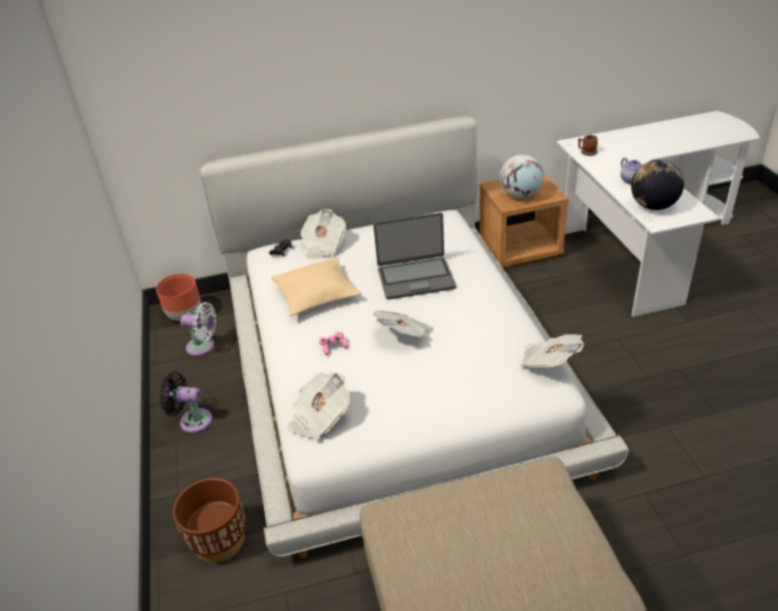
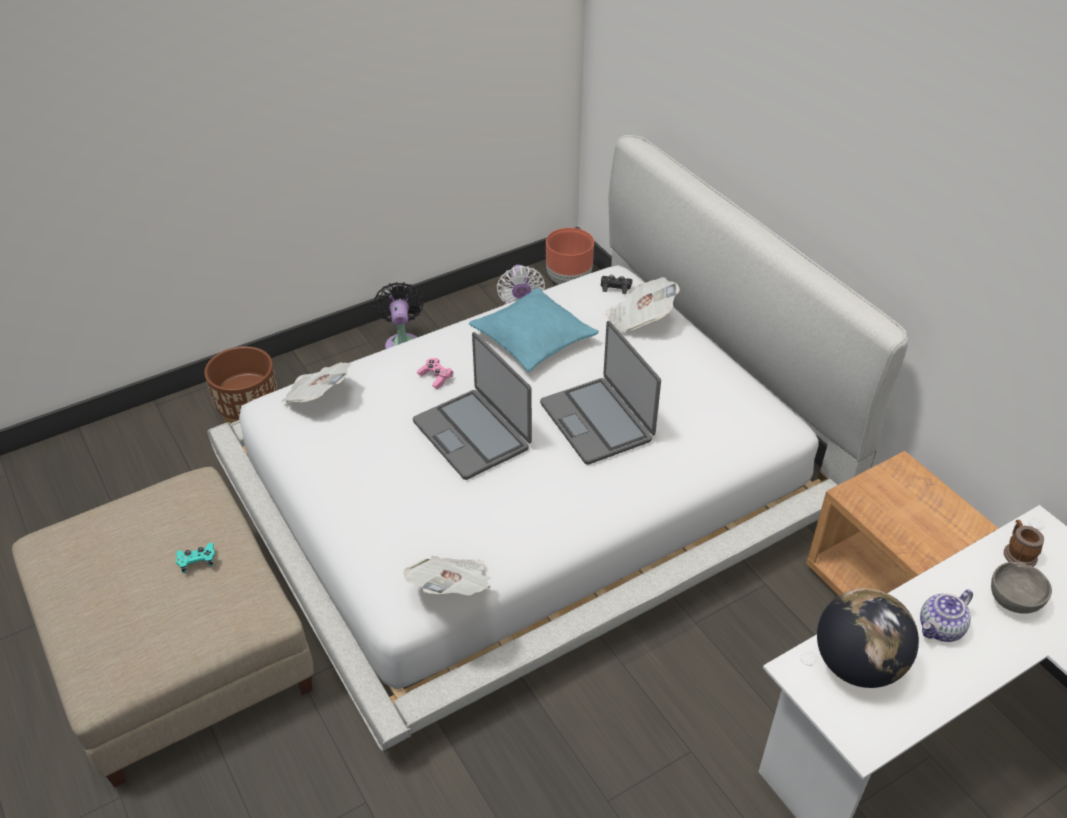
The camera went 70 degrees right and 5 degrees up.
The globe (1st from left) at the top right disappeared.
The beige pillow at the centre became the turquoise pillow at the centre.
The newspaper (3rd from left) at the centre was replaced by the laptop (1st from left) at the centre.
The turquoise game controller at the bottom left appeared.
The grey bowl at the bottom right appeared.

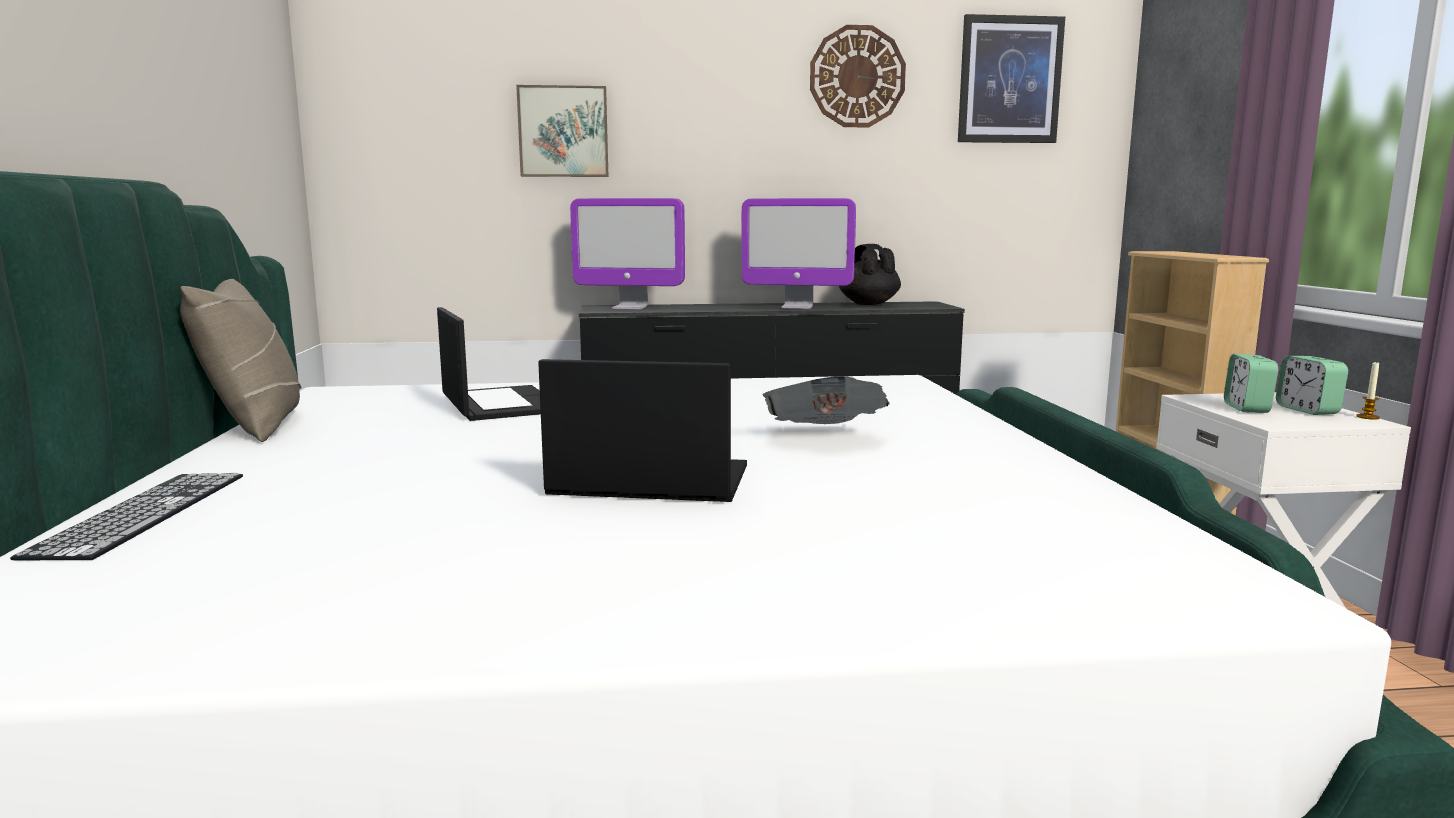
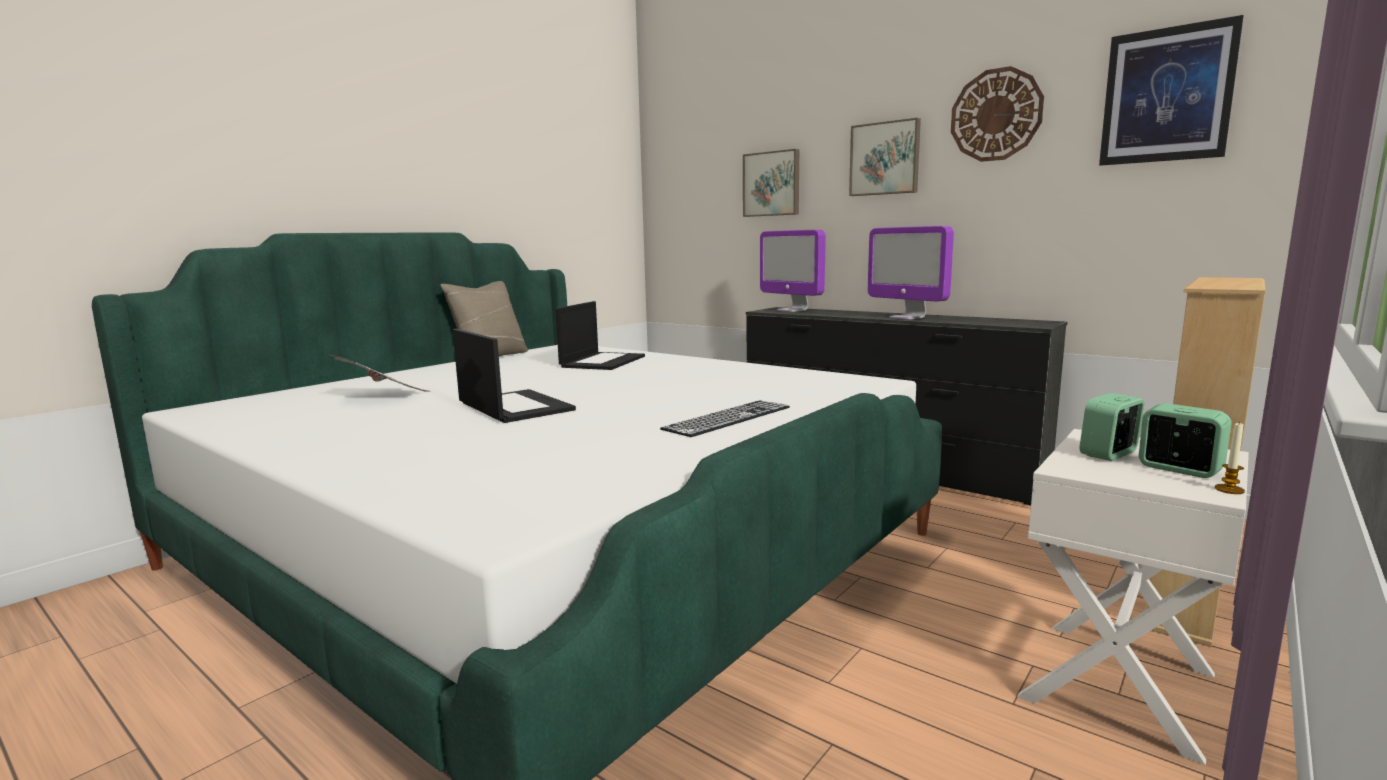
The camera went 45 degrees right and 0 degrees up.
The black teapot at the centre disappeared.
The alarm clock (2nd from left) at the middle right turned 105 degrees clockwise.
The newspaper moved from the centre to the middle left.
The keyboard moved from the middle left to the centre.
The picture (2nd from left) at the top centre appeared.

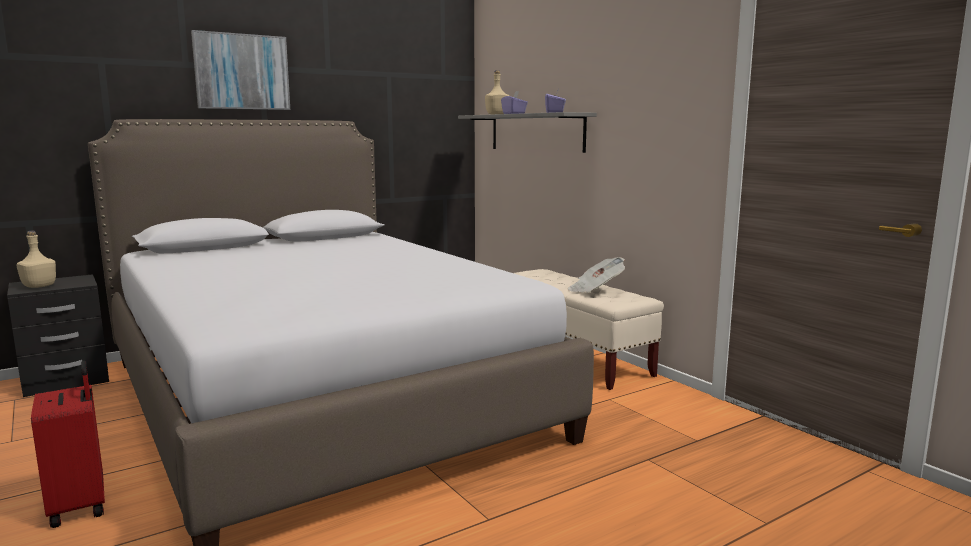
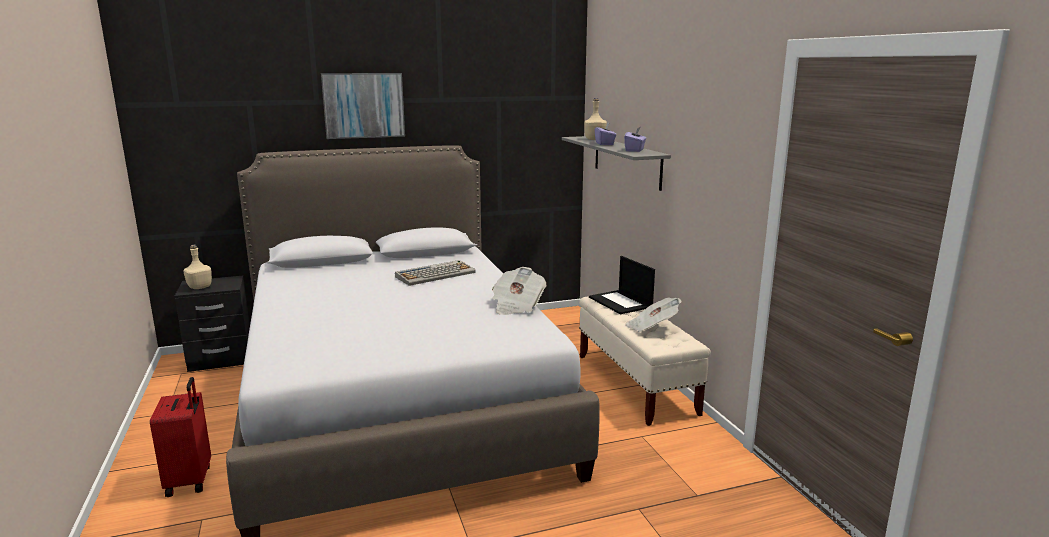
The camera went 15 degrees right and 5 degrees up.
The laptop at the centre appeared.
The keyboard at the centre appeared.
The newspaper (1st from left) at the centre appeared.

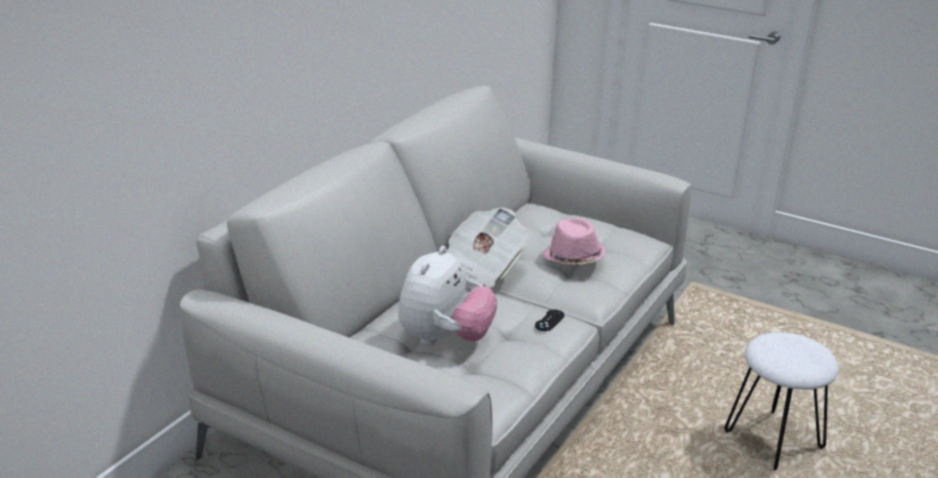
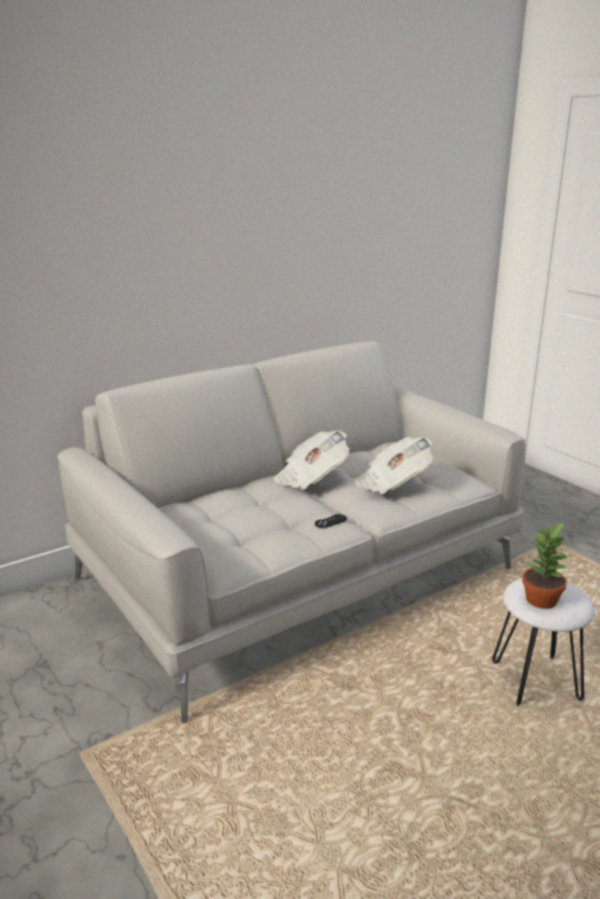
The camera went 25 degrees right and 5 degrees down.
The pink hat at the centre was replaced by the newspaper (2nd from left) at the centre.
The plush toy at the centre disappeared.
The potted plant at the middle right appeared.

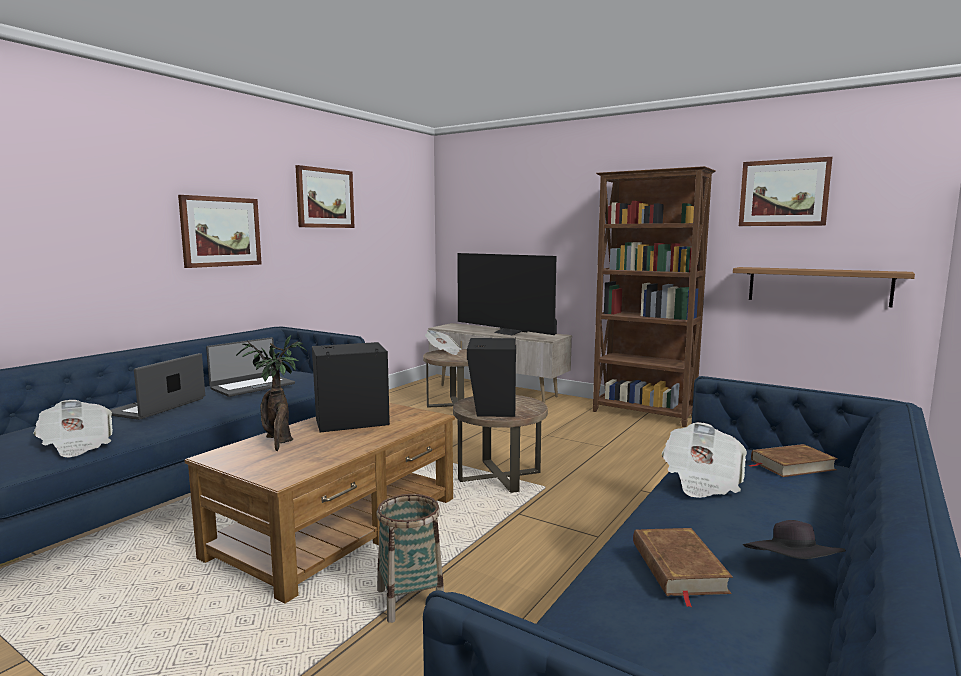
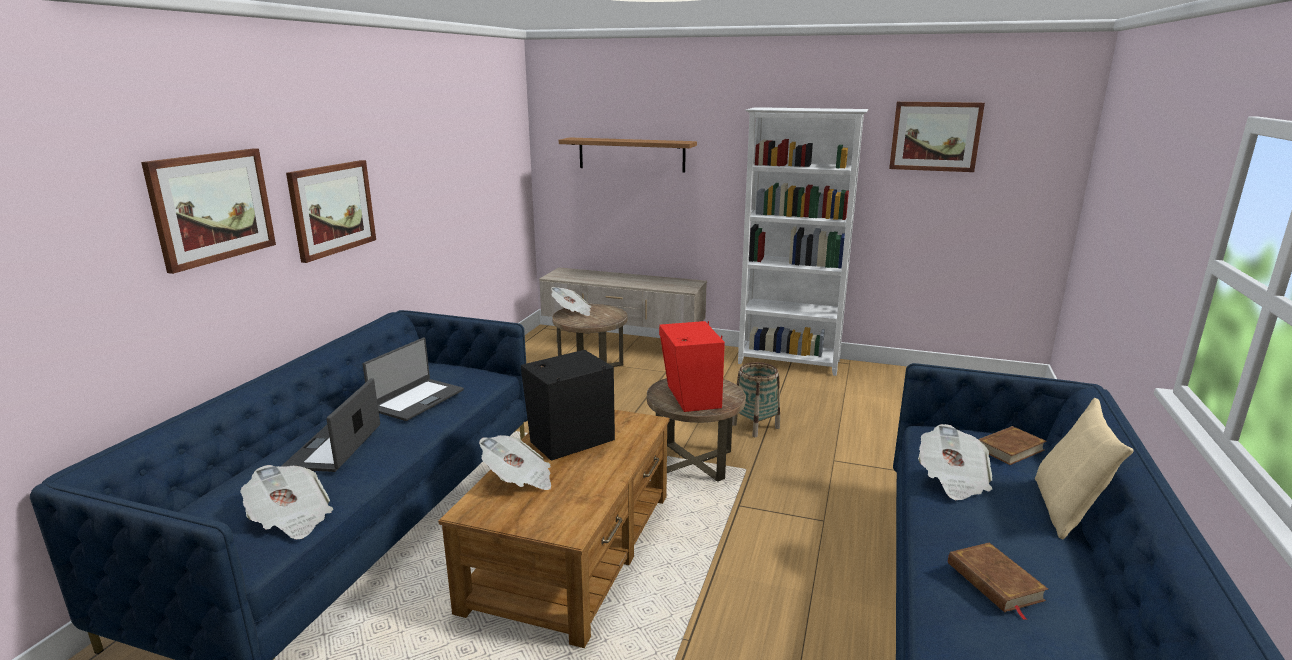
The camera went 15 degrees left and 10 degrees up.
The picture (2nd from left in the first image) moved from the top centre to the top left.
The brown bookcase at the middle right became the white bookcase at the centre.
The television at the centre disappeared.
The shelf moved from the middle right to the top centre.
The potted plant at the middle left was replaced by the newspaper (2nd from left) at the bottom centre.
The black speaker (2nd from left) at the centre became the red speaker at the centre.
The basket moved from the bottom centre to the centre.
The black hat at the bottom right disappeared.
The beige pillow at the bottom right appeared.

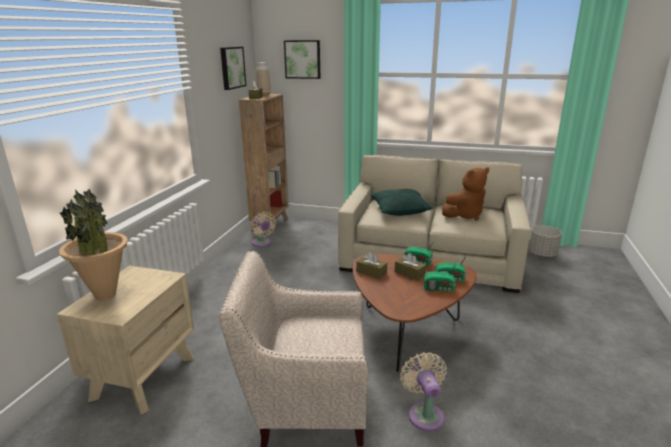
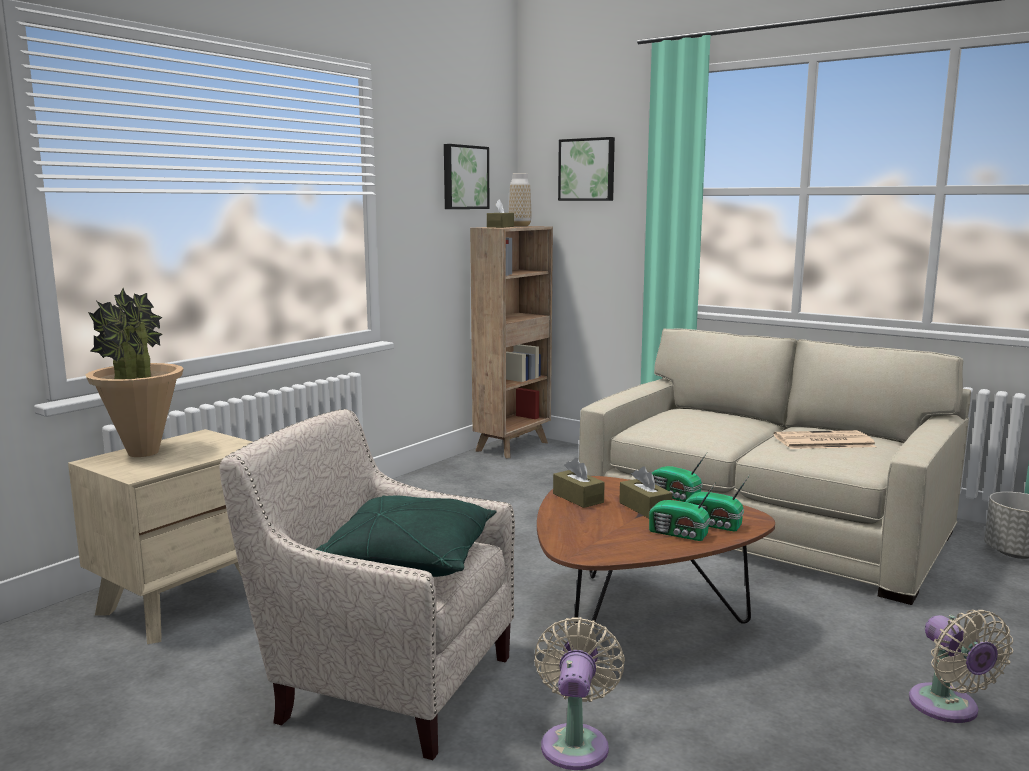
The camera went 20 degrees right and 10 degrees down.
The brown plush toy at the middle right was replaced by the newspaper at the middle right.
The green pillow moved from the centre to the bottom centre.
The beige fan (1st from left in the first image) moved from the centre to the bottom right.

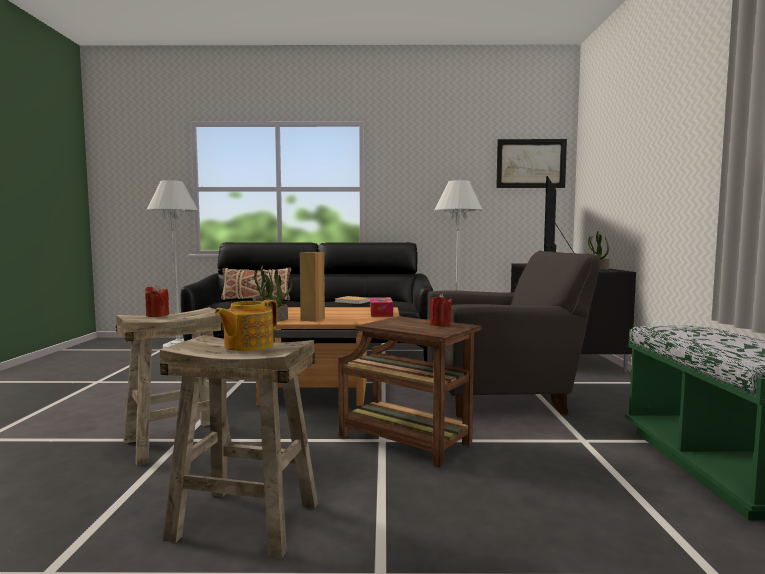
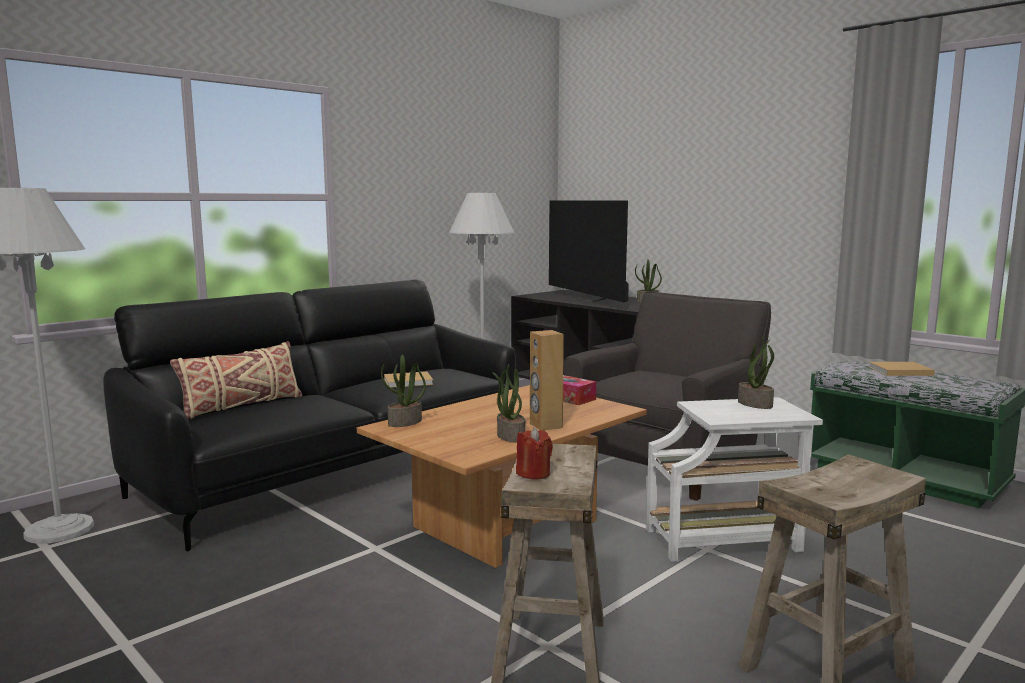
The camera went 45 degrees left and 5 degrees up.
The picture at the top right disappeared.
The red candle (2nd from left) at the centre was replaced by the potted plant (4th from left) at the middle right.
The teapot at the middle left disappeared.
The brown side table at the bottom centre became the white side table at the bottom right.
The beige book (2nd from left) at the middle right appeared.

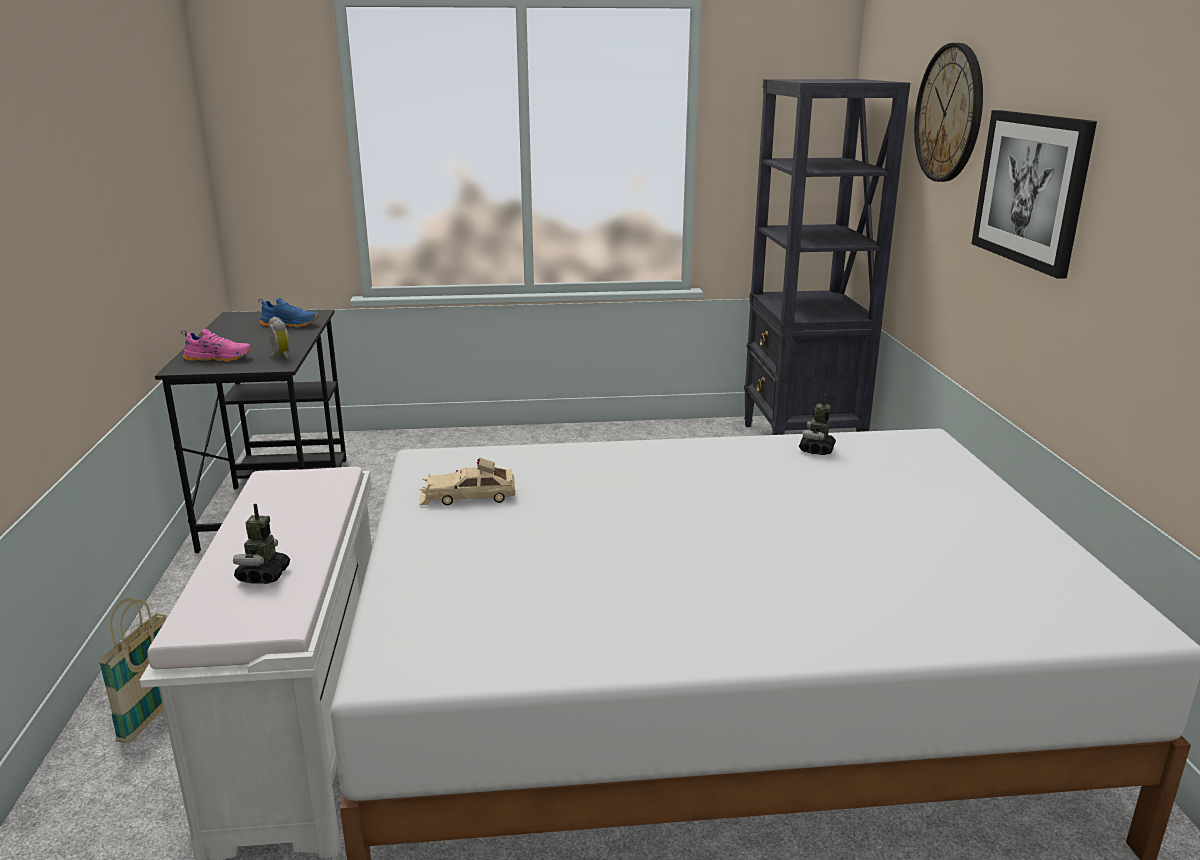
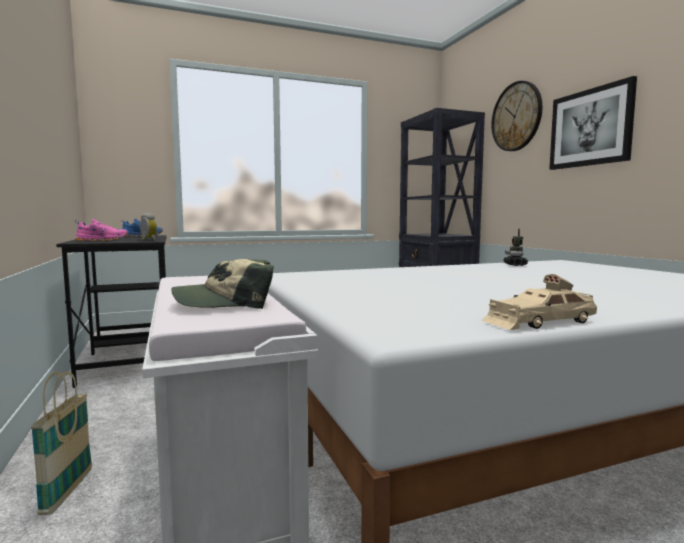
The camera went 15 degrees left and 15 degrees down.
The beige toy car moved from the centre to the middle right.
The toy robot (1st from left) at the middle left was replaced by the cap at the middle left.

